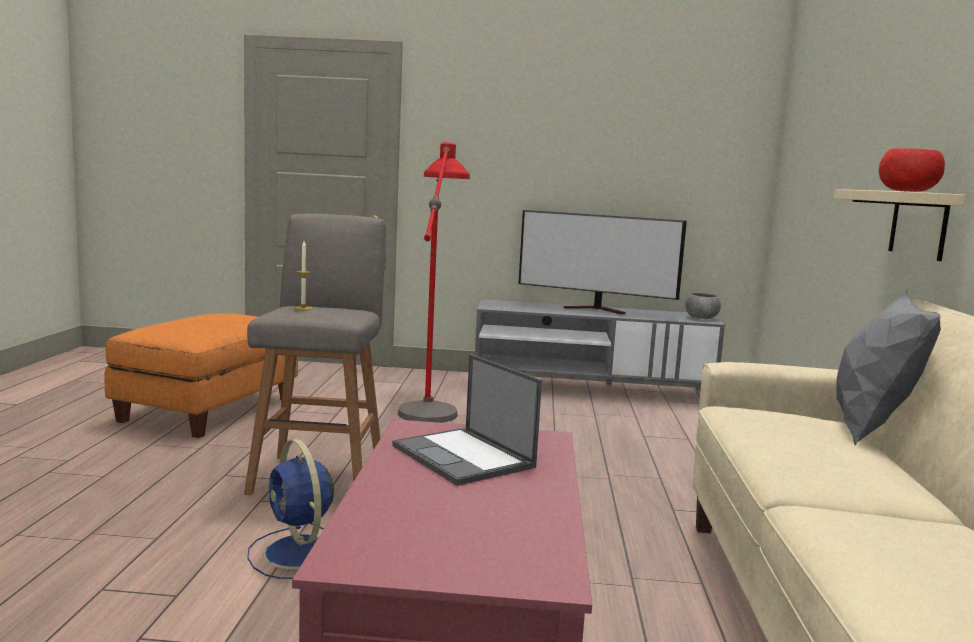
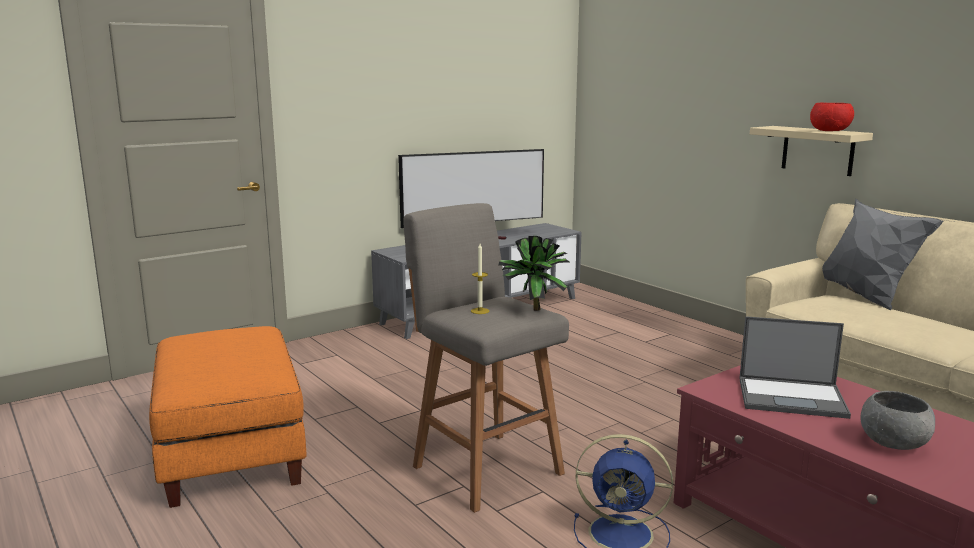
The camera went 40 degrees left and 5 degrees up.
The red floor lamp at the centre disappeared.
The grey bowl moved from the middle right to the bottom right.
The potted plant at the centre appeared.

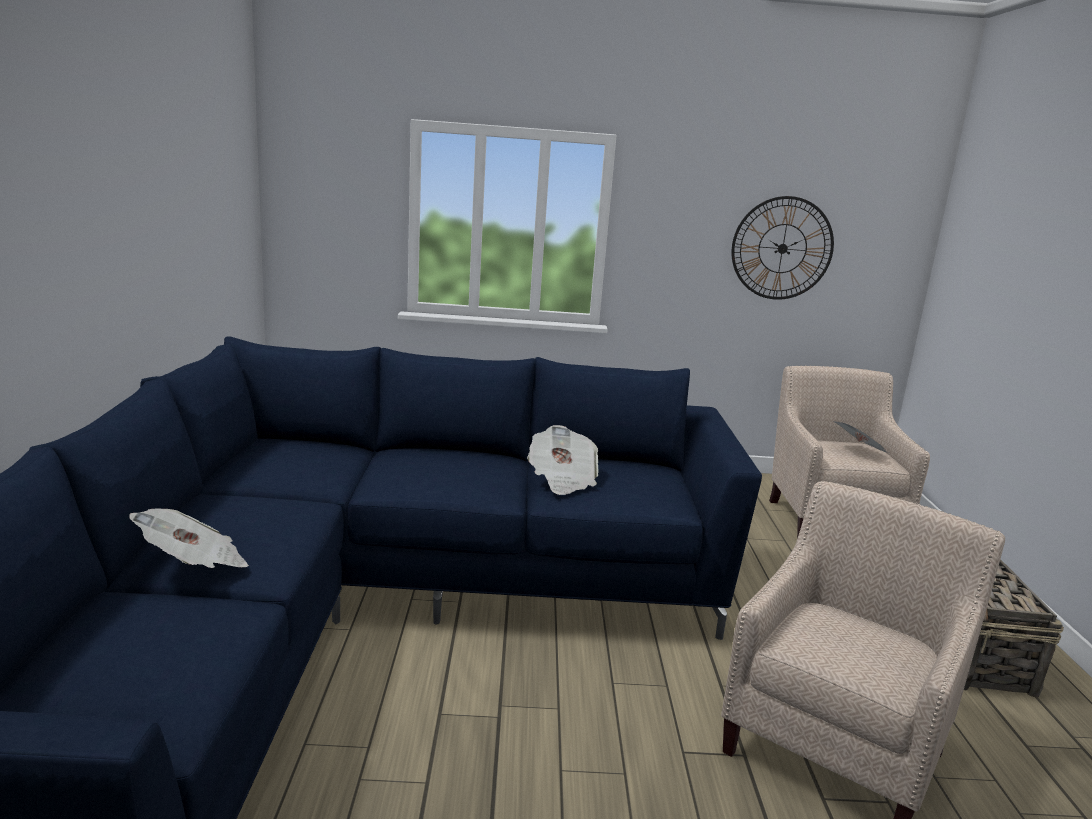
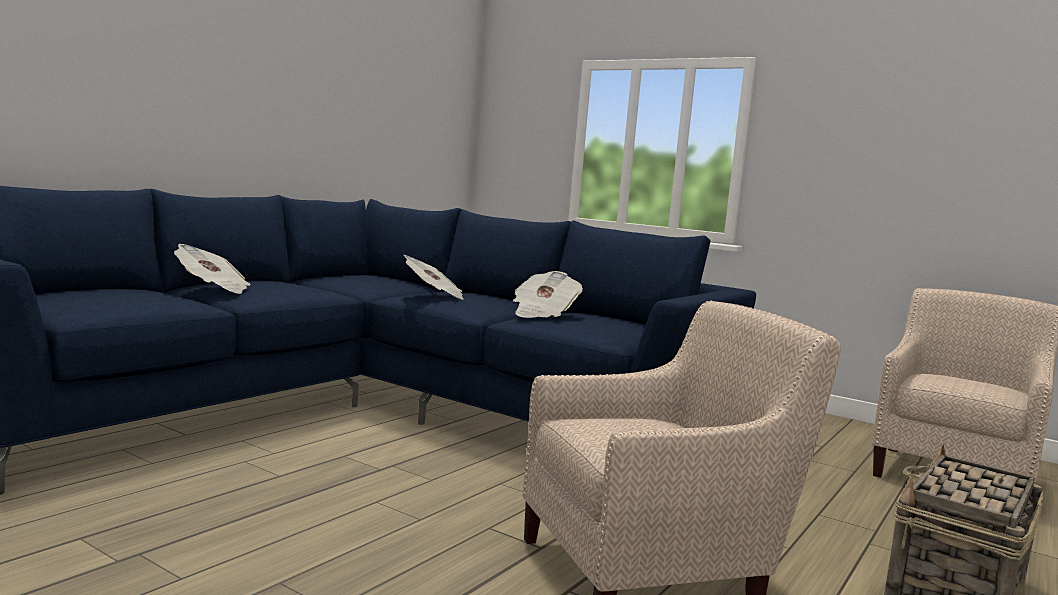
The camera went 35 degrees right and 10 degrees down.
The wall clock at the top right disappeared.
The newspaper (3rd from left in the first image) moved from the middle right to the centre.

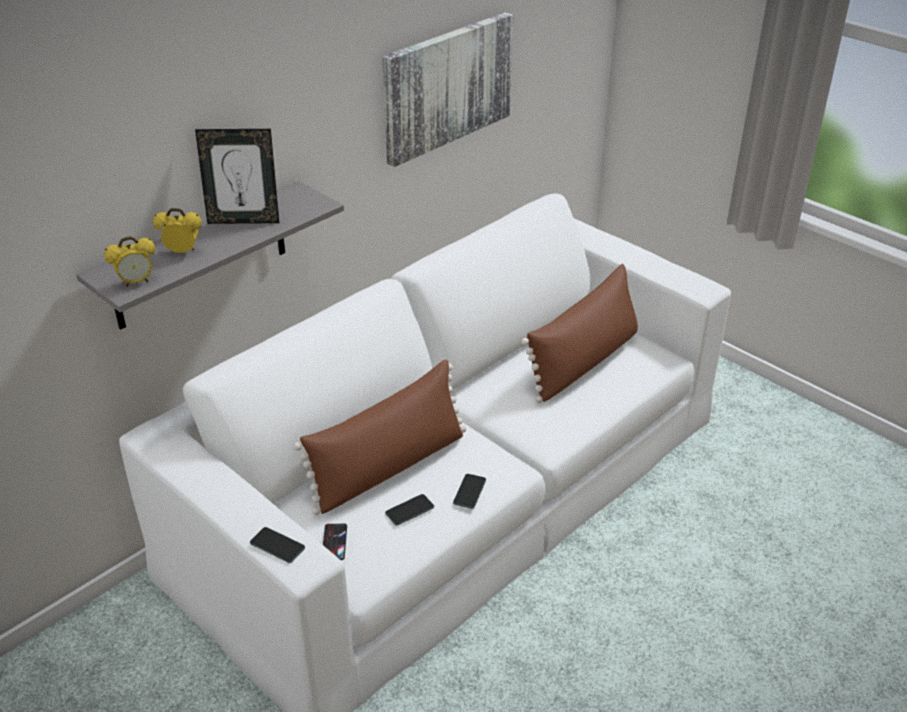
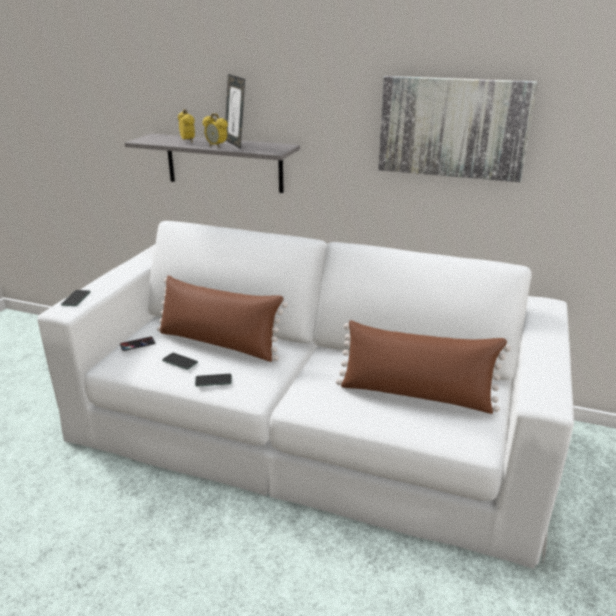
The camera went 65 degrees right and 10 degrees down.
The alarm clock (1st from left in the first image) moved from the middle left to the top centre.

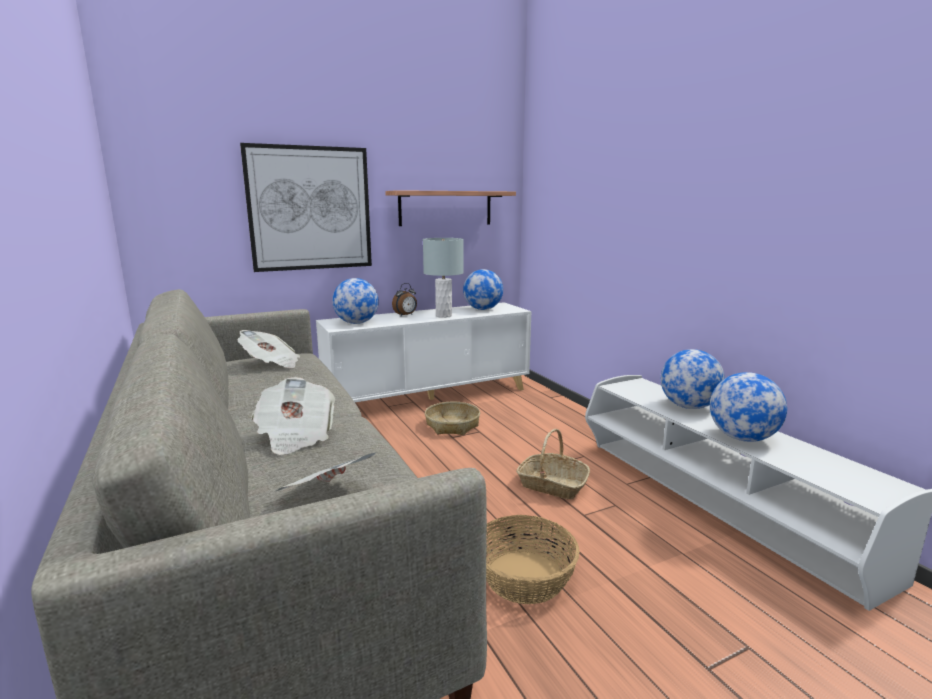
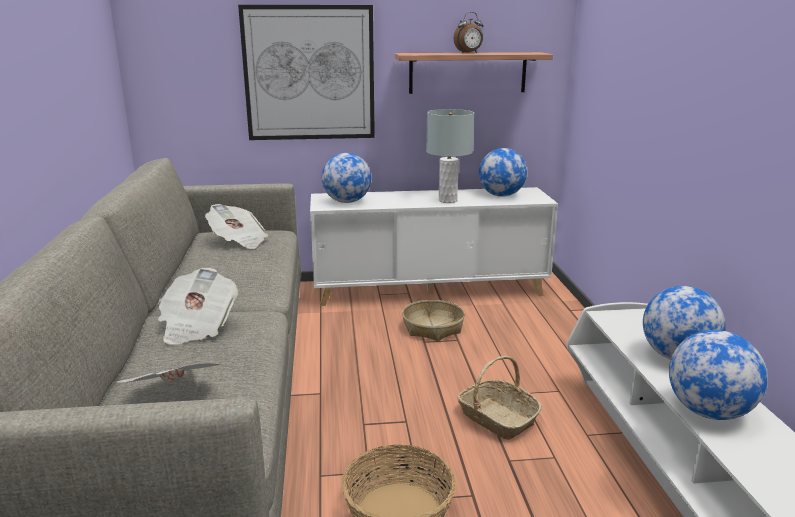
The camera went 20 degrees right and 5 degrees up.
The alarm clock moved from the centre to the top centre.

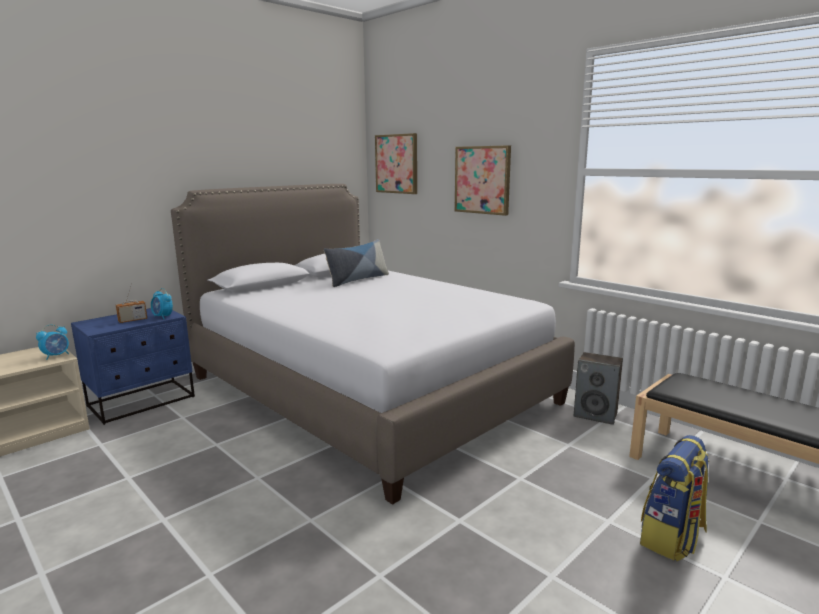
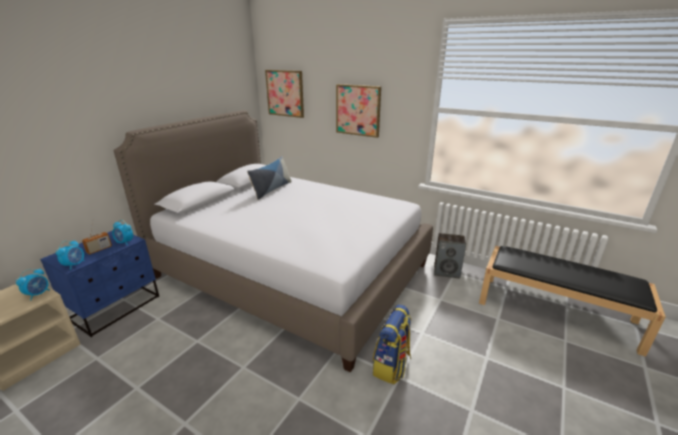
The camera went 15 degrees left and 10 degrees up.
The backpack moved from the bottom right to the bottom centre.
The alarm clock (2nd from left) at the middle left appeared.

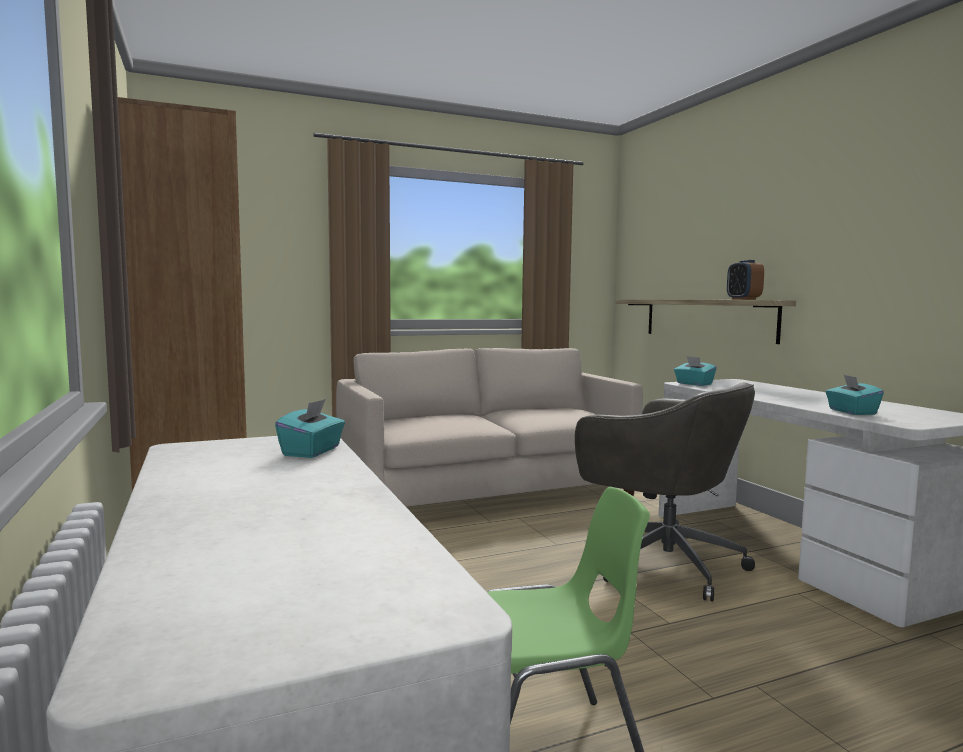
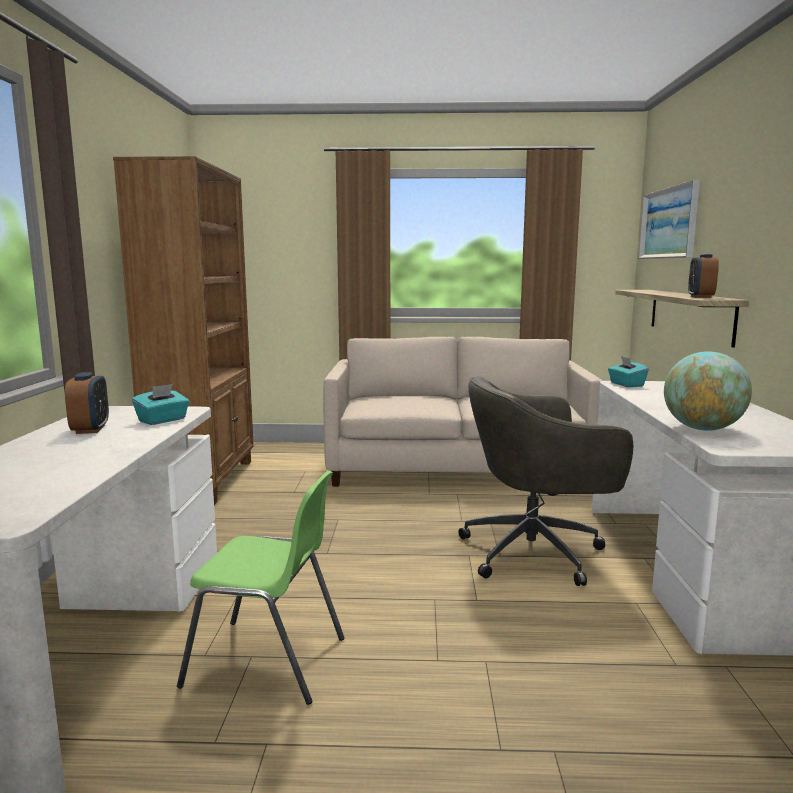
The camera went 25 degrees right and 5 degrees up.
The turquoise tissue box (3rd from left) at the middle right was replaced by the globe at the middle right.
The grey office chair at the middle right turned 105 degrees clockwise.
The picture at the top right appeared.
The alarm clock (1st from left) at the middle left appeared.

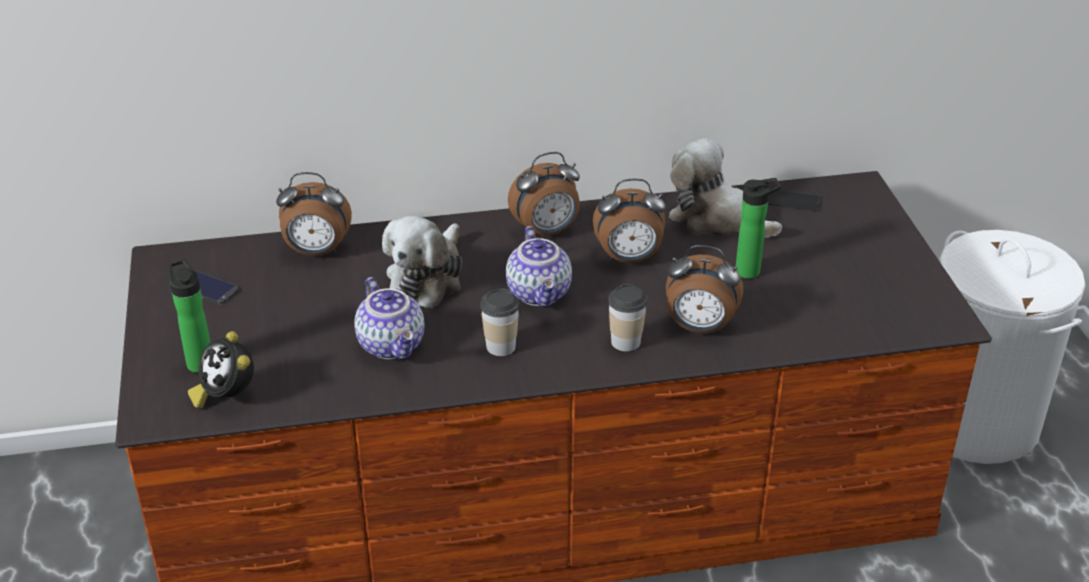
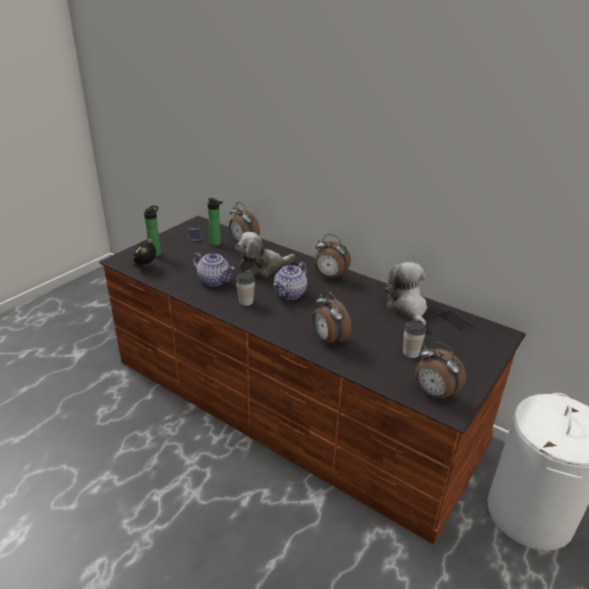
The camera went 45 degrees right and 5 degrees down.
The bottle (2nd from left) moved from the middle right to the centre.
The alarm clock (4th from left in the first image) moved from the centre to the middle right.
The teapot (1st from left) at the centre turned 75 degrees counterclockwise.
The cup (2nd from left) moved from the centre to the middle right.

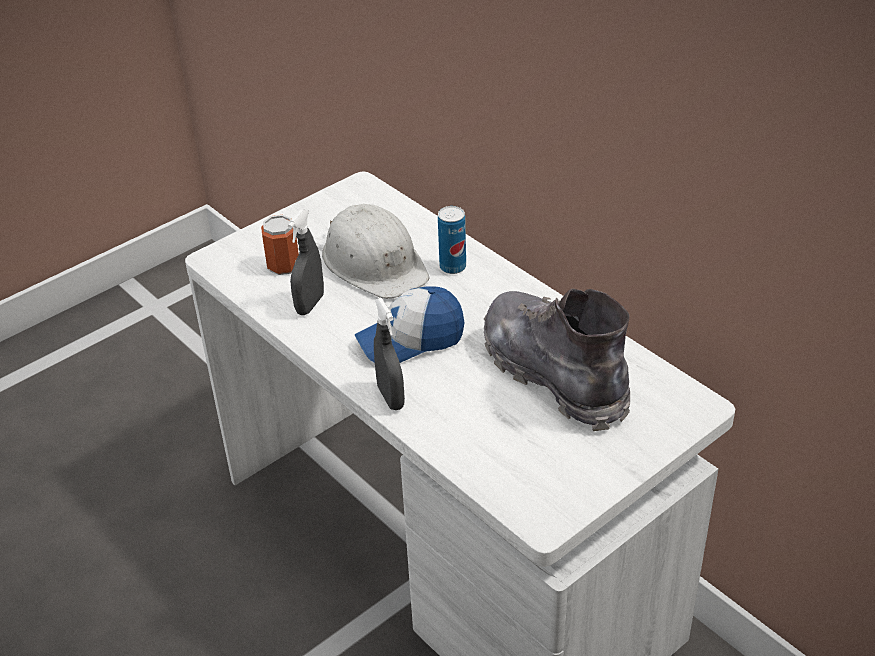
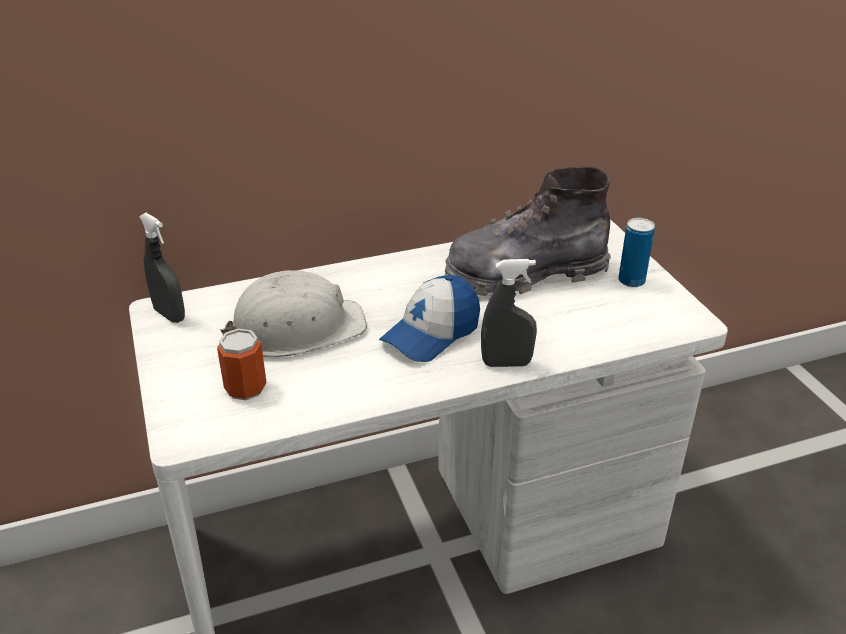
The camera went 70 degrees left and 5 degrees down.
The can (2nd from left) moved from the centre to the middle right.
The grey spray bottle (1st from left) moved from the centre to the middle left.
The cap at the centre turned 45 degrees clockwise.

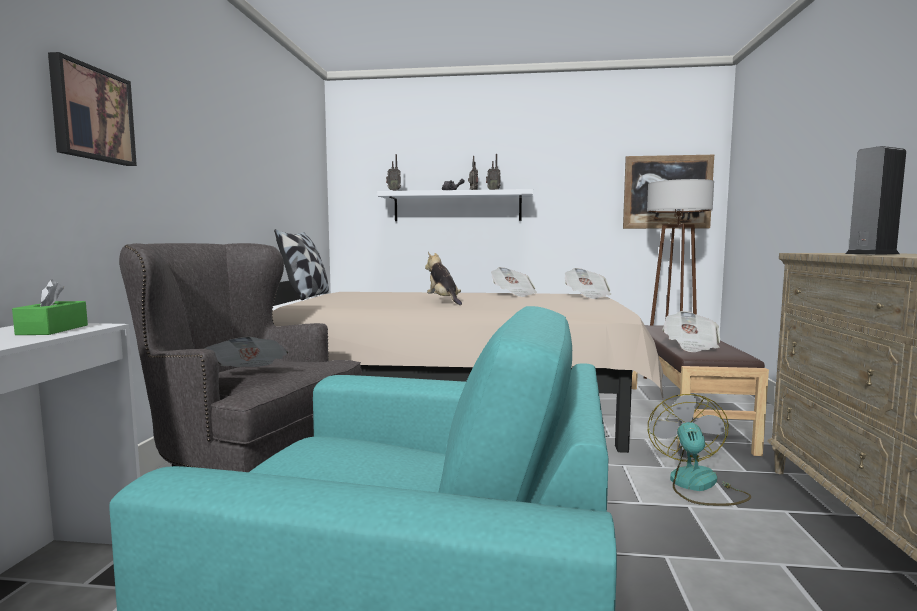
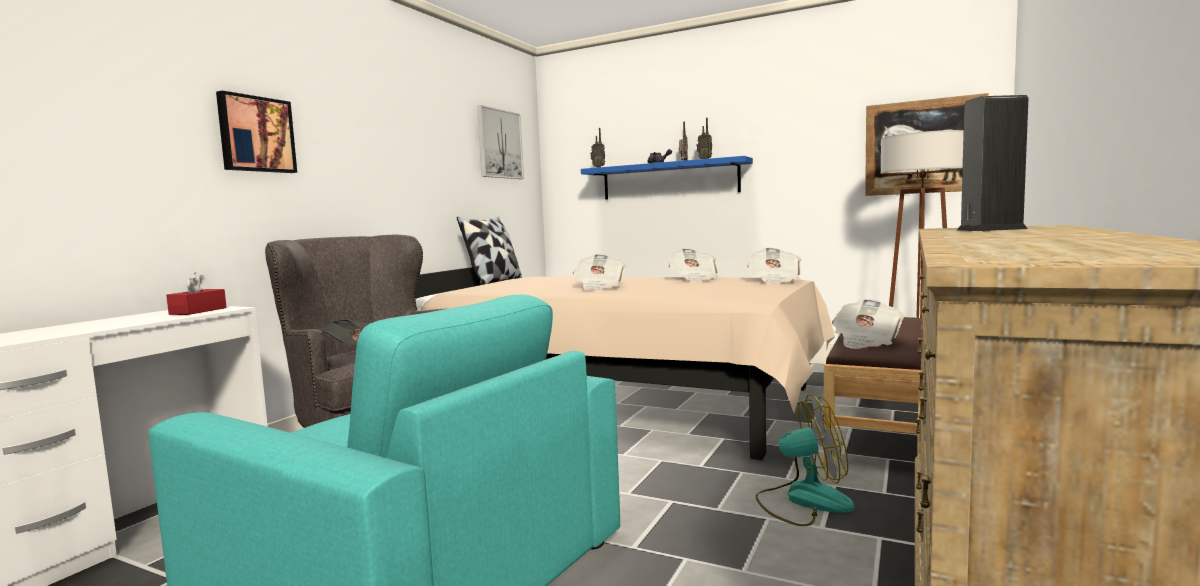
The camera went 20 degrees right and 0 degrees up.
The white shelf at the centre became the blue shelf at the top centre.
The plush toy at the centre was replaced by the newspaper (2nd from left) at the centre.
The green tissue box at the middle left became the red tissue box at the middle left.
The fan at the bottom right turned 60 degrees clockwise.
The picture (2nd from left) at the top centre appeared.

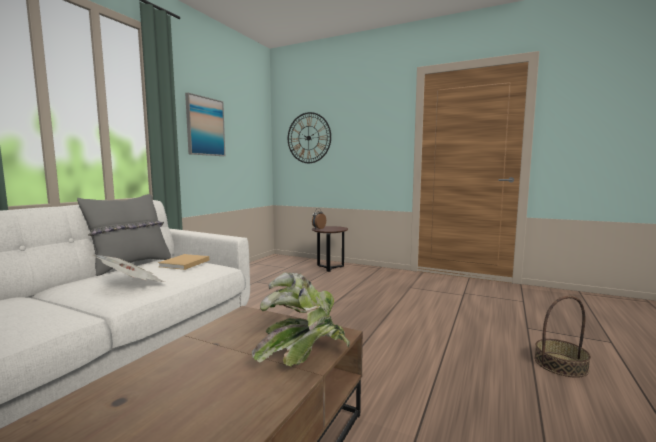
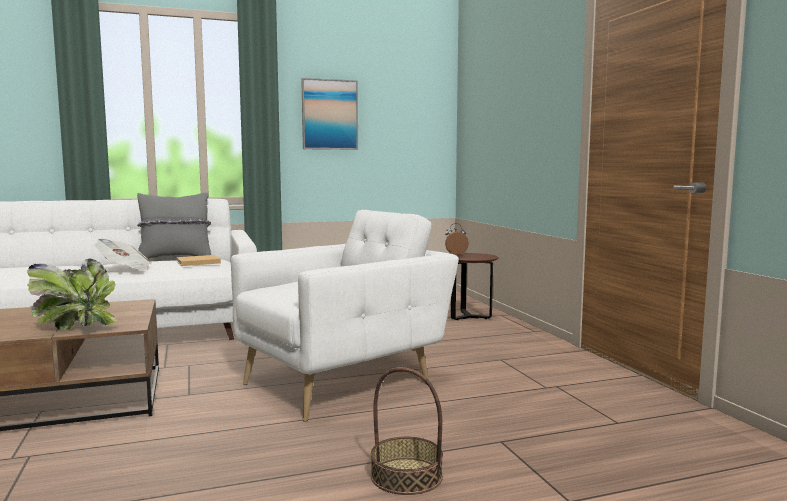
The camera went 45 degrees right and 0 degrees up.
The wall clock at the top centre disappeared.
The white armchair at the centre appeared.

